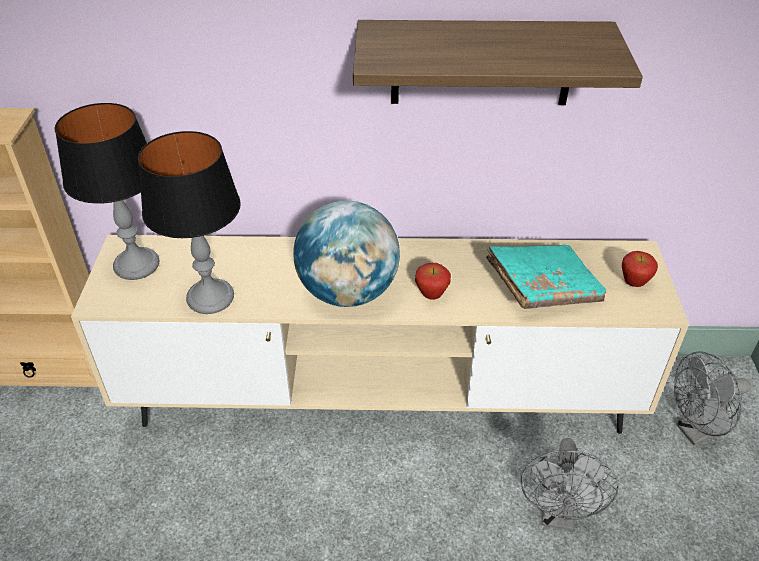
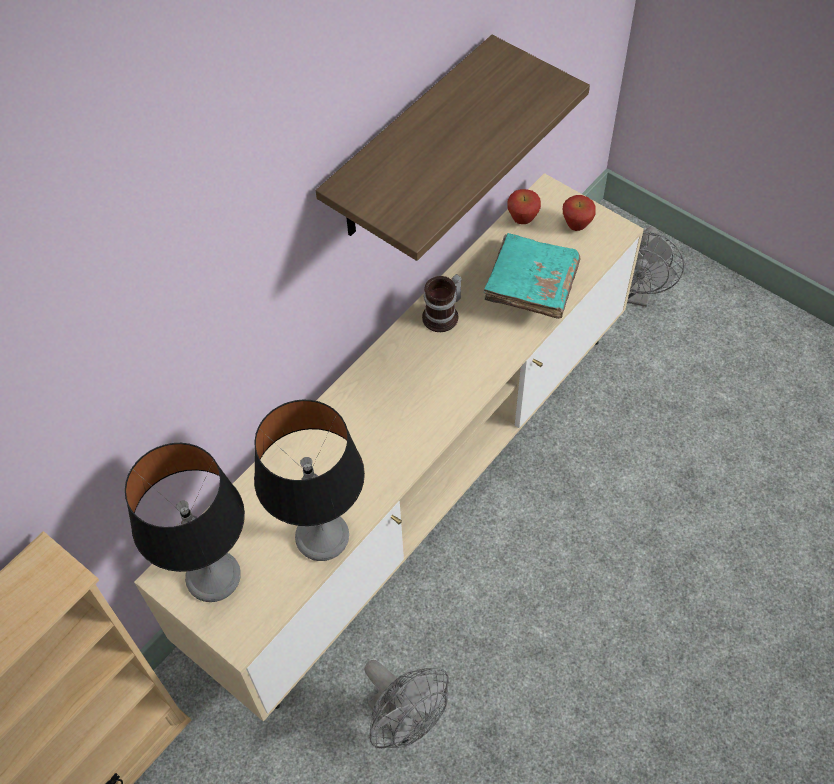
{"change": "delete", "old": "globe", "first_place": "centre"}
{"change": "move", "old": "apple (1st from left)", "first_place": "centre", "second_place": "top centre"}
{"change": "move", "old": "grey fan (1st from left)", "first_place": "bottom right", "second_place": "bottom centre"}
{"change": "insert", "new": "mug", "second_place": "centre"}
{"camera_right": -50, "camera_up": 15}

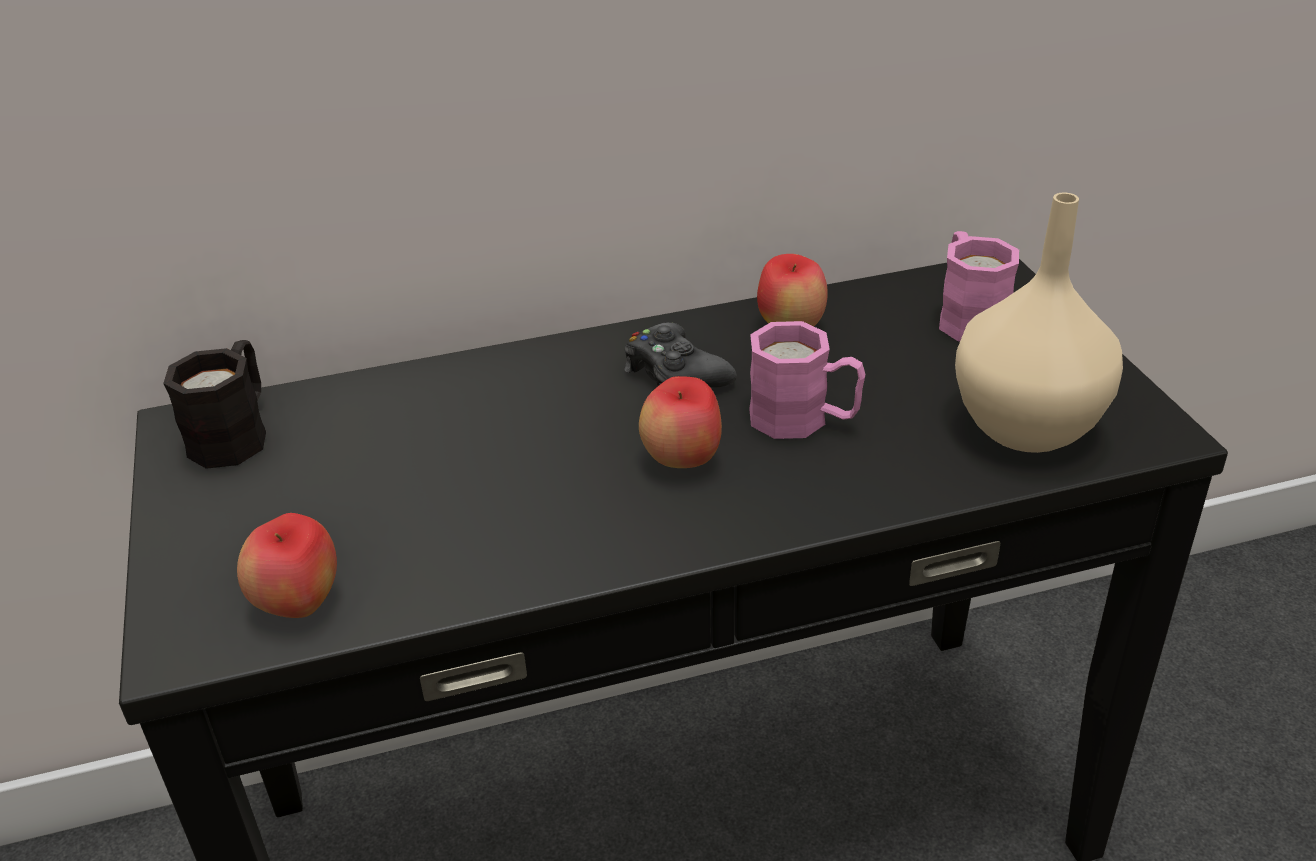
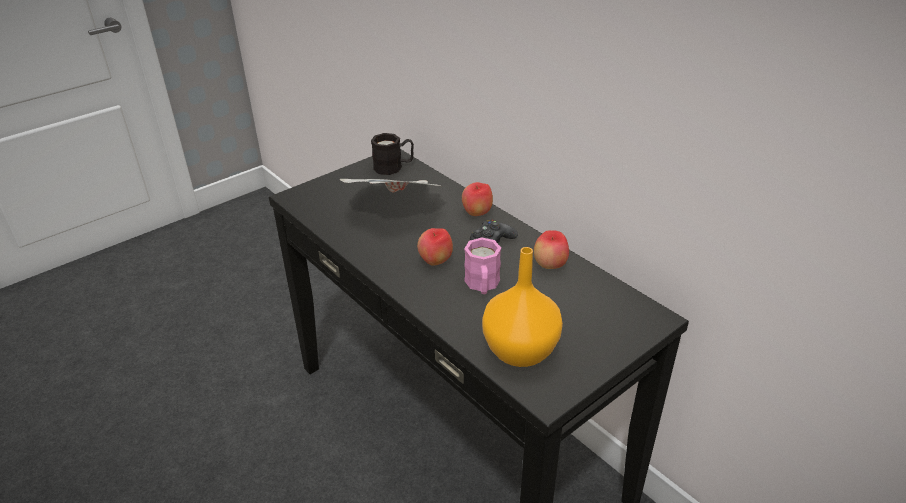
{"change": "recolor", "old": "beige vase", "new": "orange vase", "first_place": "middle right", "second_place": "centre"}
{"change": "delete", "old": "pink mug (2nd from left)", "first_place": "top right"}
{"change": "move", "old": "apple (1st from left in the first image)", "new": "apple (2nd from left)", "first_place": "middle left", "second_place": "centre"}
{"change": "insert", "new": "newspaper", "second_place": "centre"}
{"camera_right": 65, "camera_up": 0}

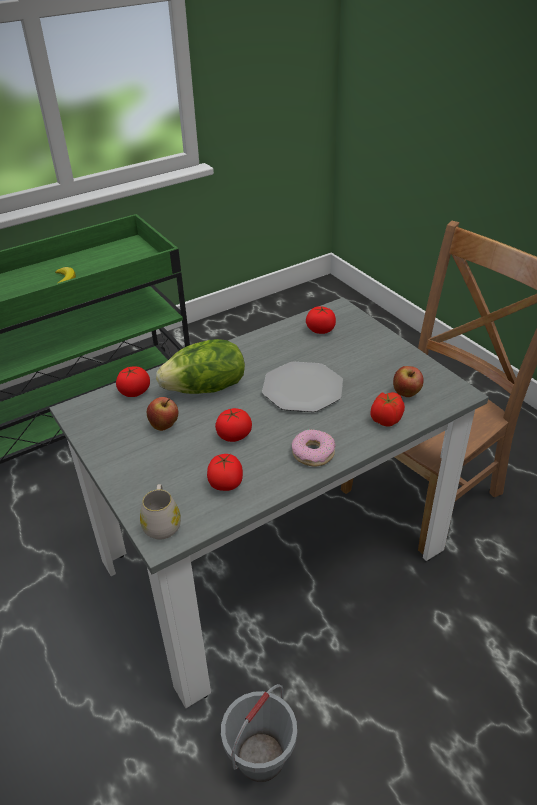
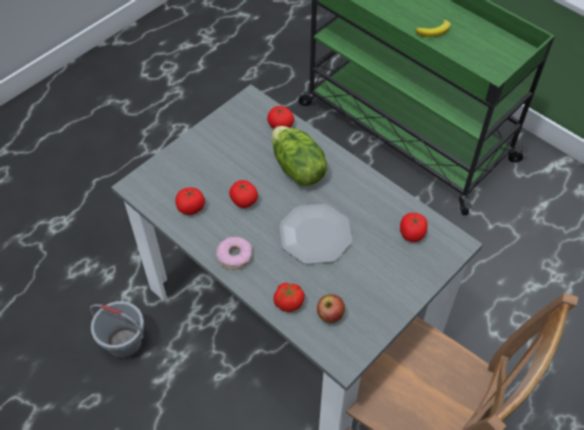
{"change": "delete", "old": "apple (1st from left)", "first_place": "middle left"}
{"change": "delete", "old": "white mug", "first_place": "middle left"}
{"camera_right": 75, "camera_up": 15}

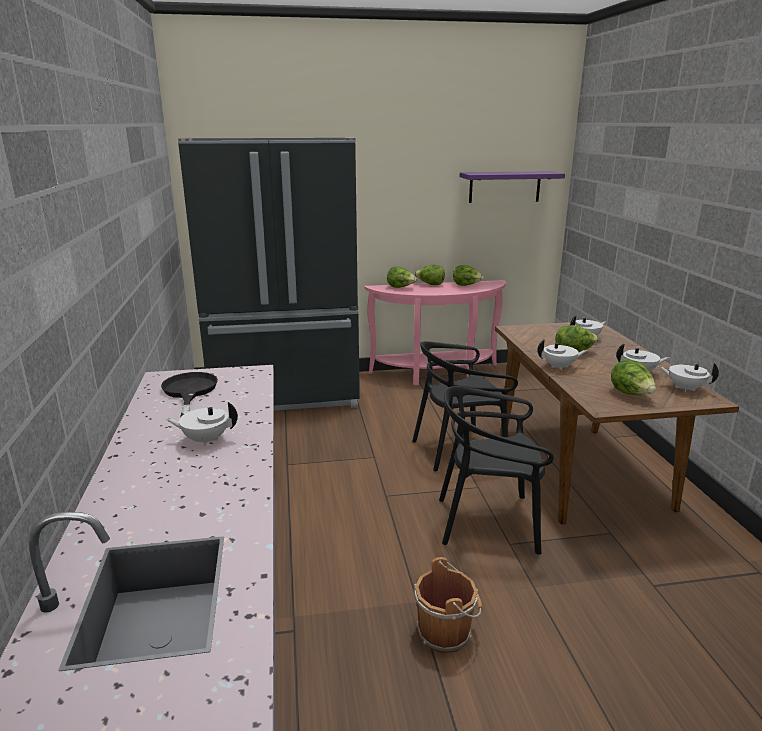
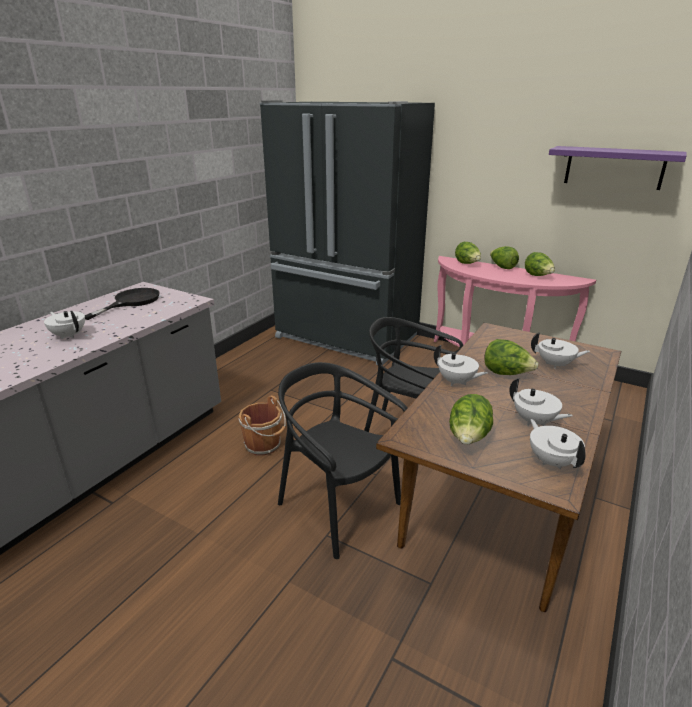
{"change": "move", "old": "brown bucket", "first_place": "bottom centre", "second_place": "centre"}
{"camera_right": 40, "camera_up": 5}

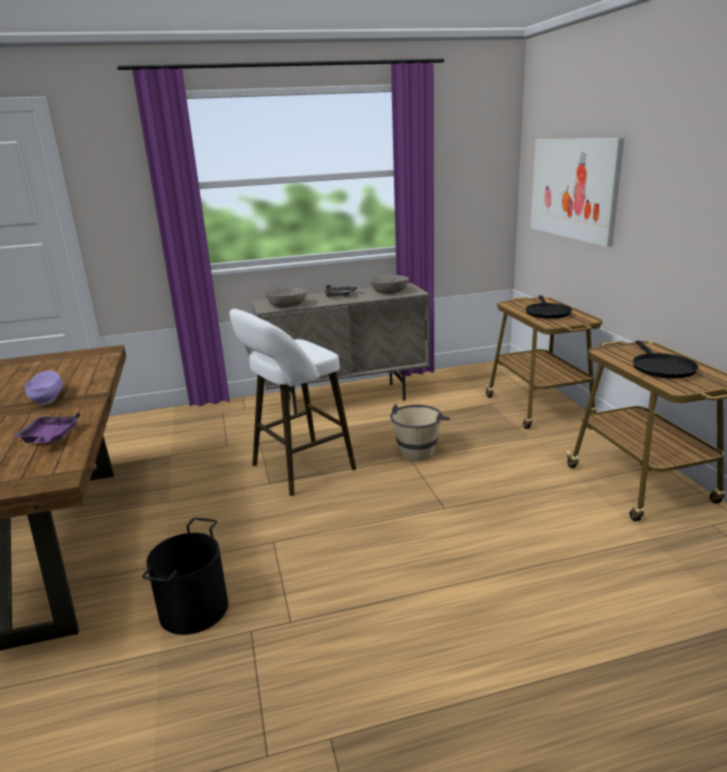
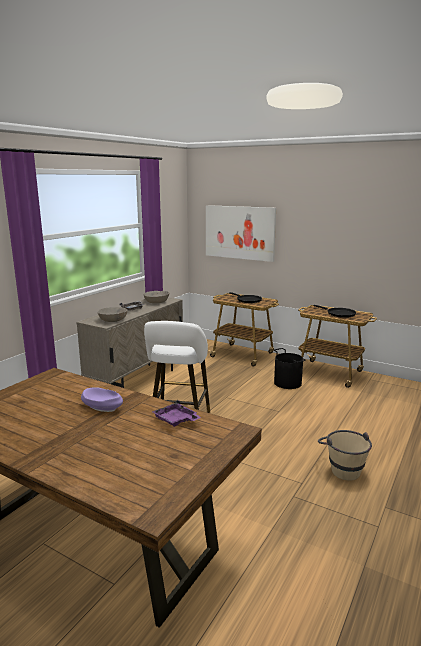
{"change": "move", "old": "beige bucket", "first_place": "centre", "second_place": "bottom right"}
{"change": "move", "old": "black bucket", "first_place": "bottom left", "second_place": "middle right"}
{"camera_right": -45, "camera_up": -5}

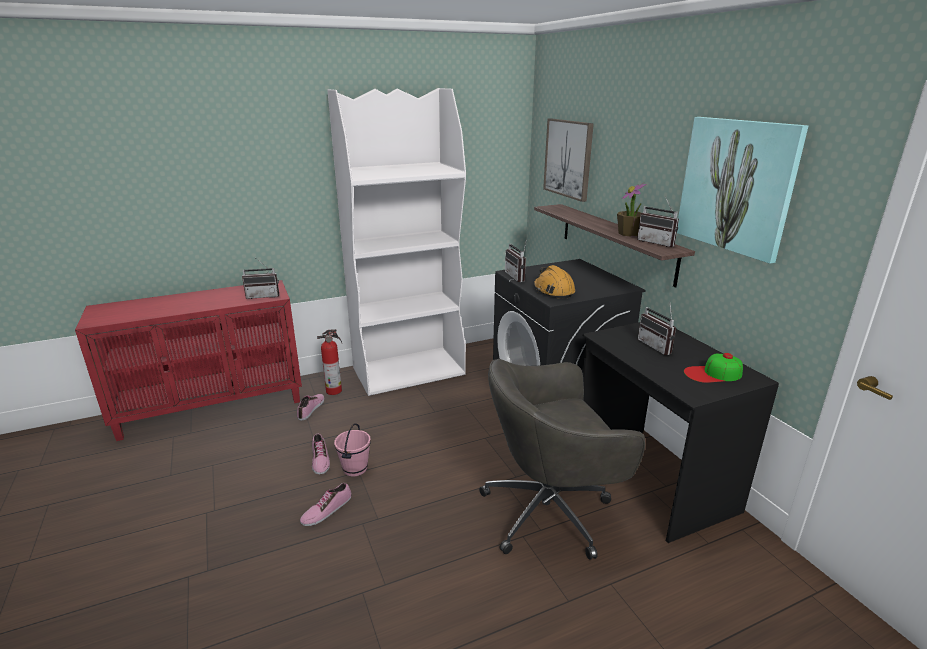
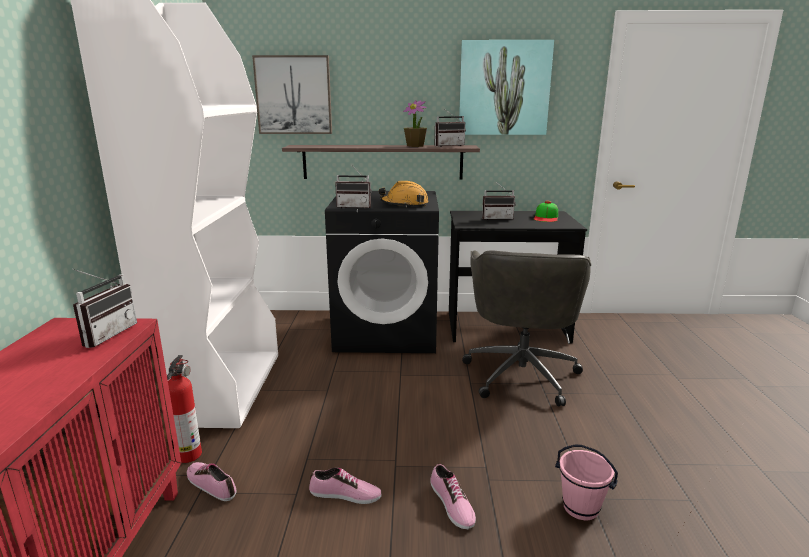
{"change": "move", "old": "pink bucket", "first_place": "bottom centre", "second_place": "bottom right"}
{"camera_right": -65, "camera_up": -5}

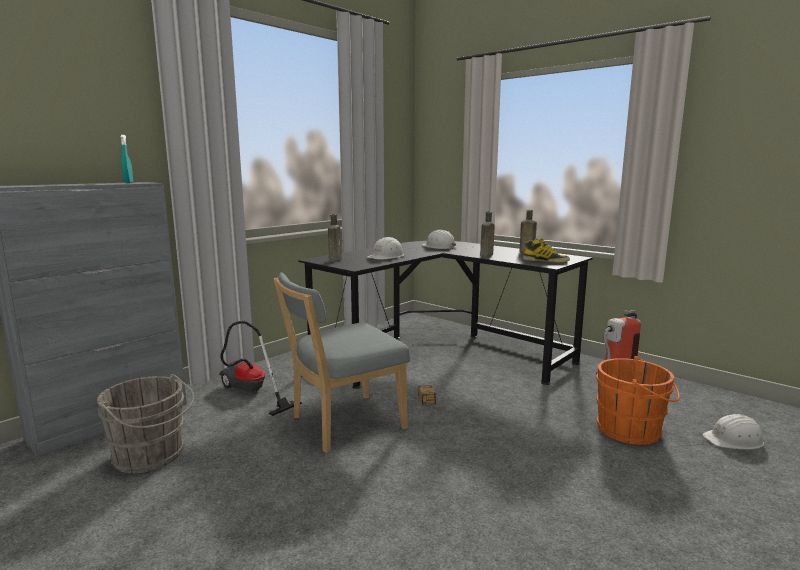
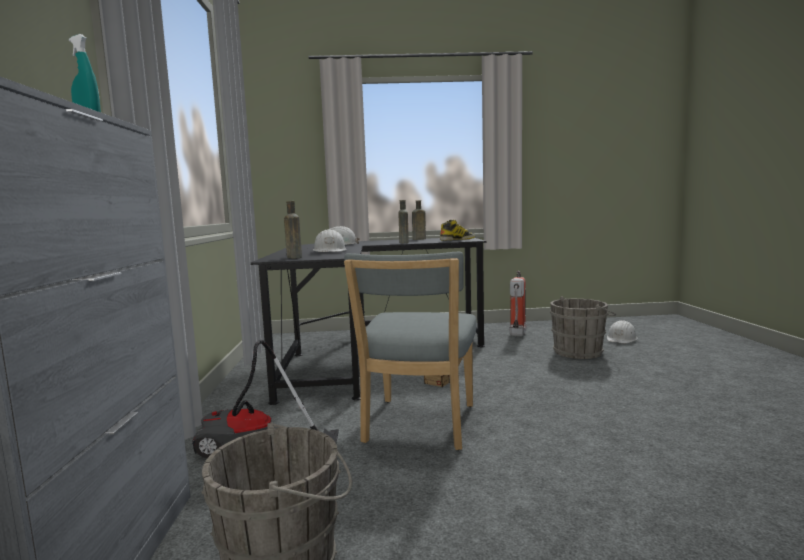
{"change": "recolor", "old": "orange bucket", "new": "grey bucket (2nd from left)", "first_place": "bottom right", "second_place": "middle right"}
{"camera_right": -45, "camera_up": -5}

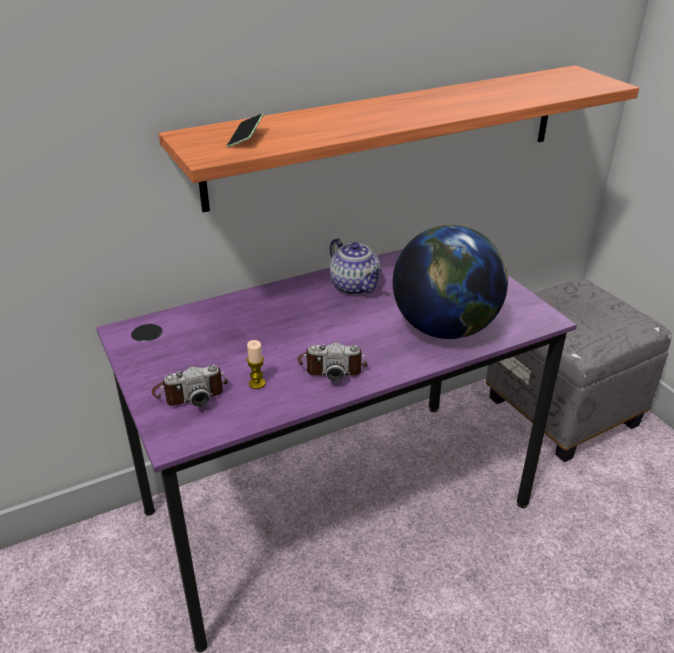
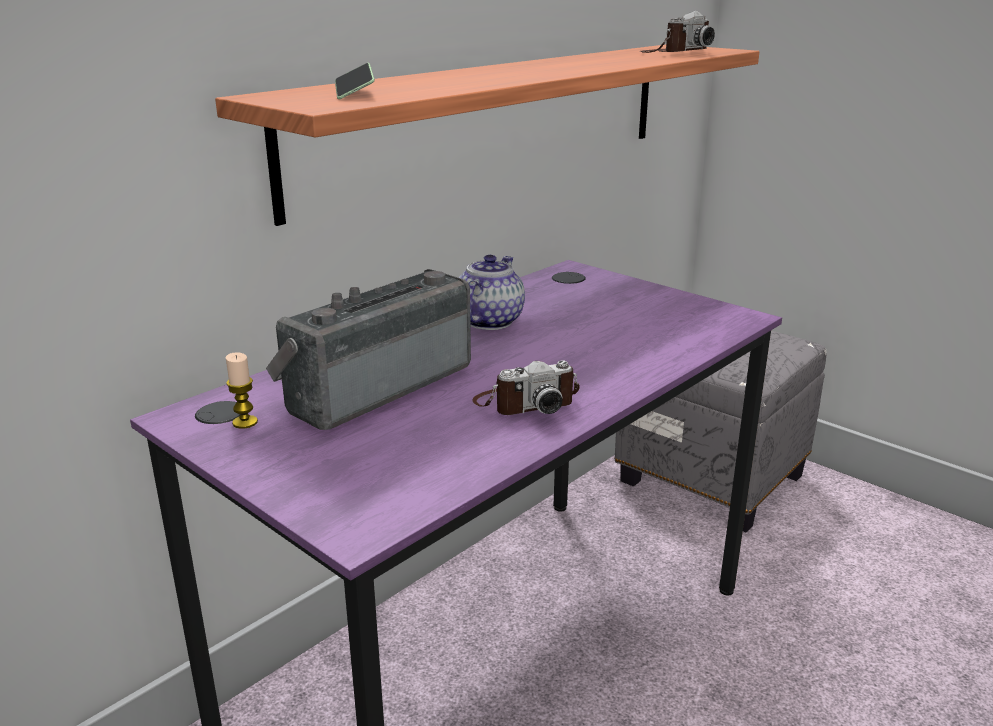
{"change": "delete", "old": "globe", "first_place": "middle right"}
{"change": "rotate", "old": "teapot", "first_place": "centre", "second_place": "centre", "degrees": -105}
{"change": "move", "old": "candle", "first_place": "centre", "second_place": "middle left"}
{"change": "move", "old": "photo camera (1st from left in the first image)", "new": "photo camera (2nd from left)", "first_place": "middle left", "second_place": "top right"}
{"change": "insert", "new": "radio", "second_place": "centre"}
{"camera_right": -20, "camera_up": -10}

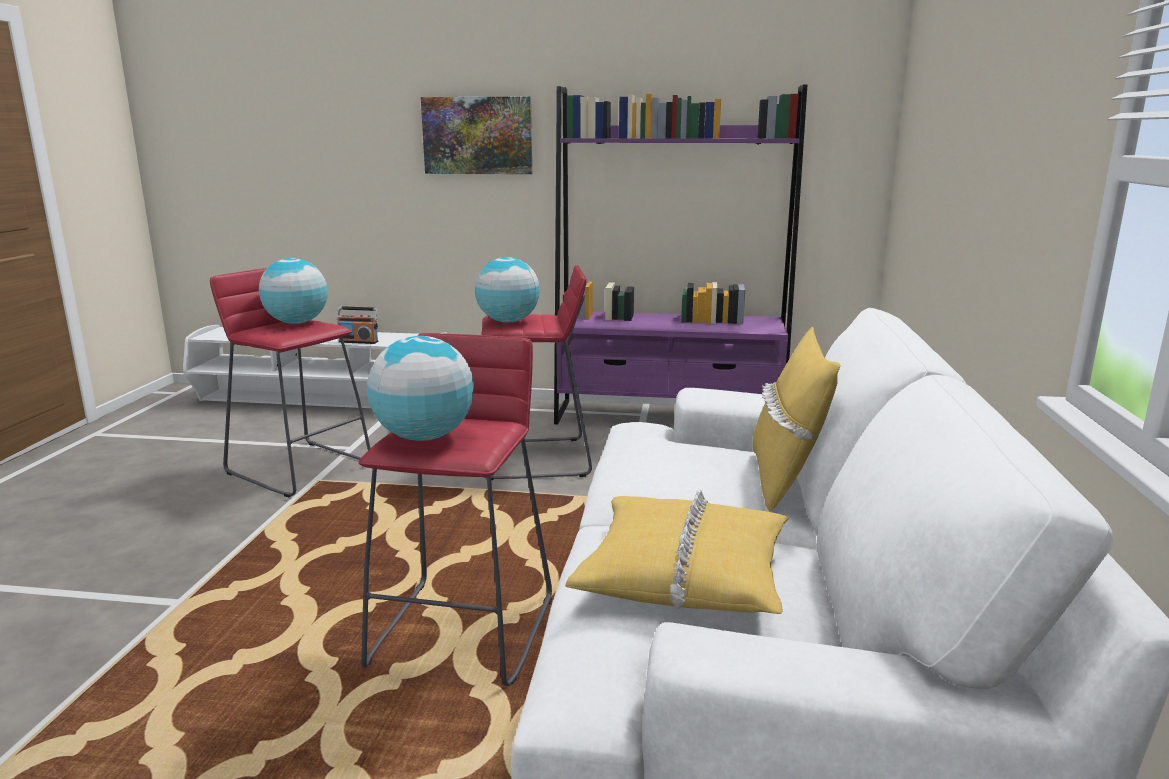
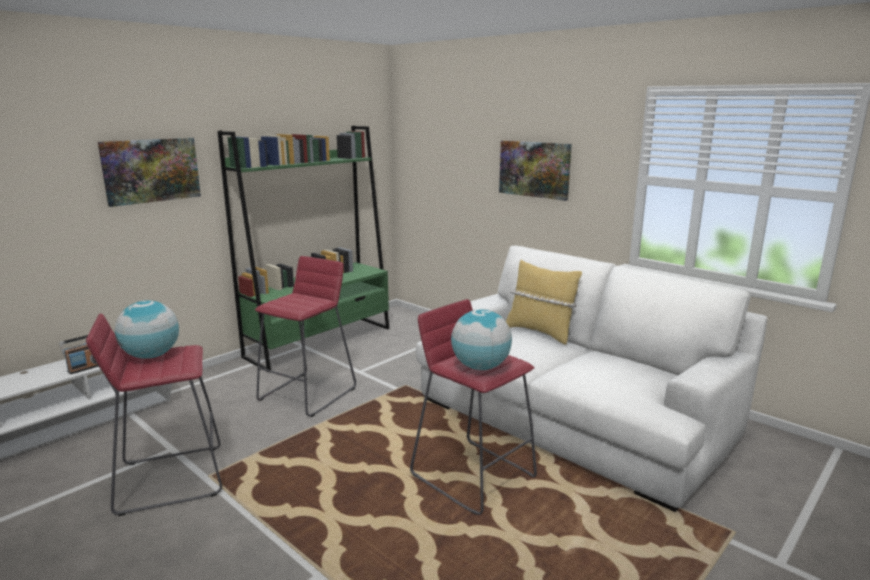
{"change": "recolor", "old": "purple bookcase", "new": "green bookcase", "first_place": "top centre", "second_place": "centre"}
{"change": "delete", "old": "globe (3rd from left)", "first_place": "centre"}
{"change": "delete", "old": "yellow pillow (1st from left)", "first_place": "bottom centre"}
{"change": "insert", "new": "picture (2nd from left)", "second_place": "top centre"}
{"camera_right": -55, "camera_up": 0}

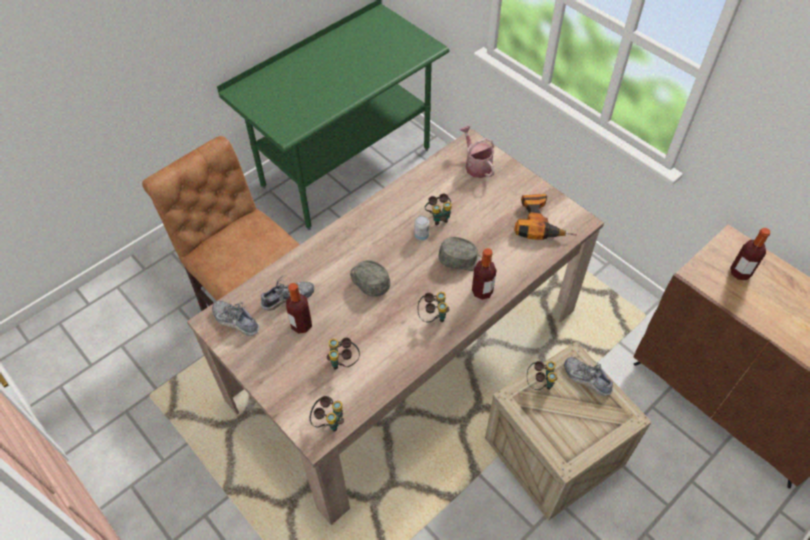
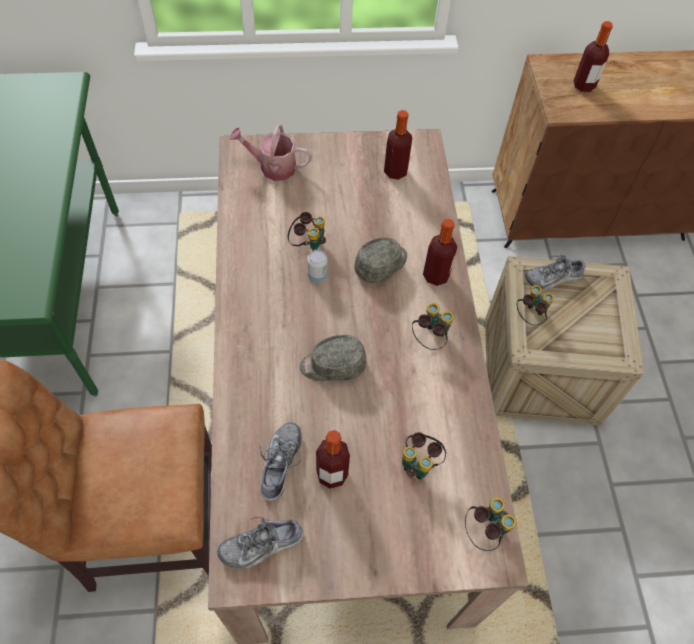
{"change": "replace", "old": "power drill", "new": "bottle (2nd from left)", "first_place": "middle right", "second_place": "top centre"}
{"camera_right": -55, "camera_up": 5}

